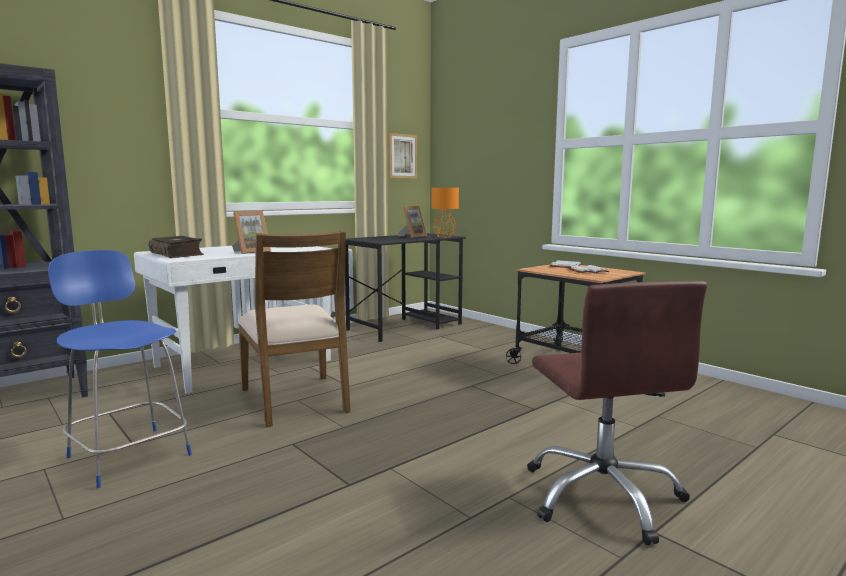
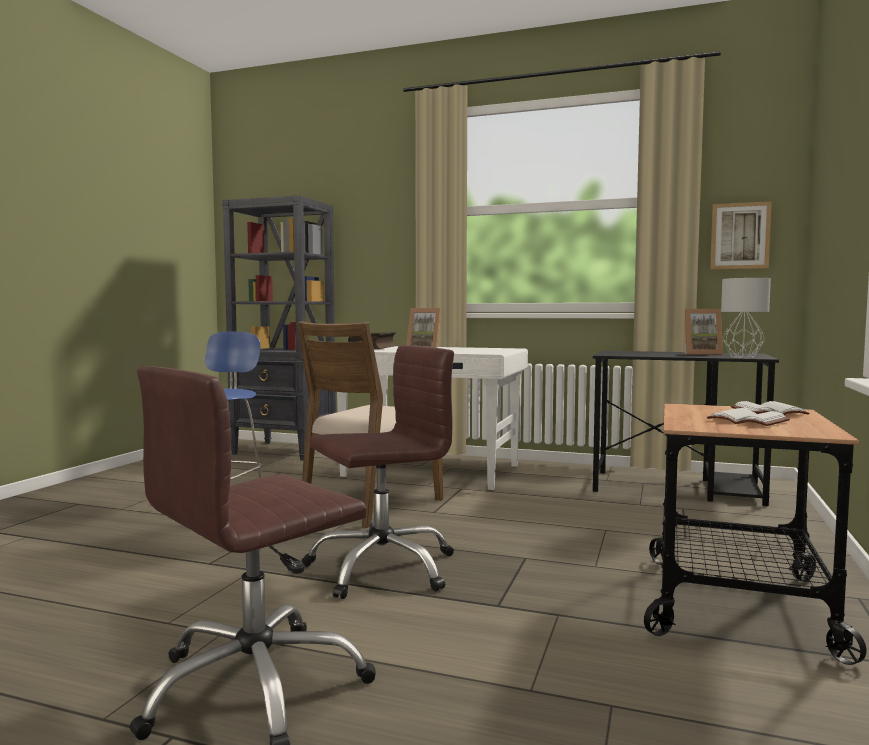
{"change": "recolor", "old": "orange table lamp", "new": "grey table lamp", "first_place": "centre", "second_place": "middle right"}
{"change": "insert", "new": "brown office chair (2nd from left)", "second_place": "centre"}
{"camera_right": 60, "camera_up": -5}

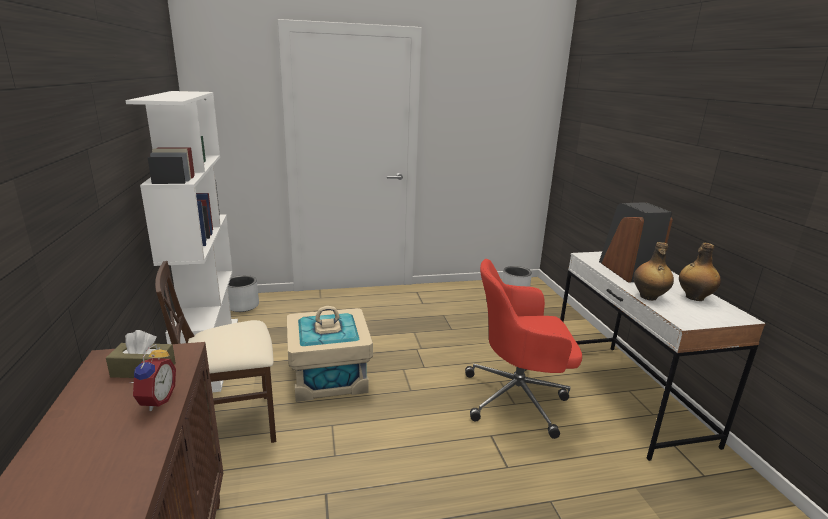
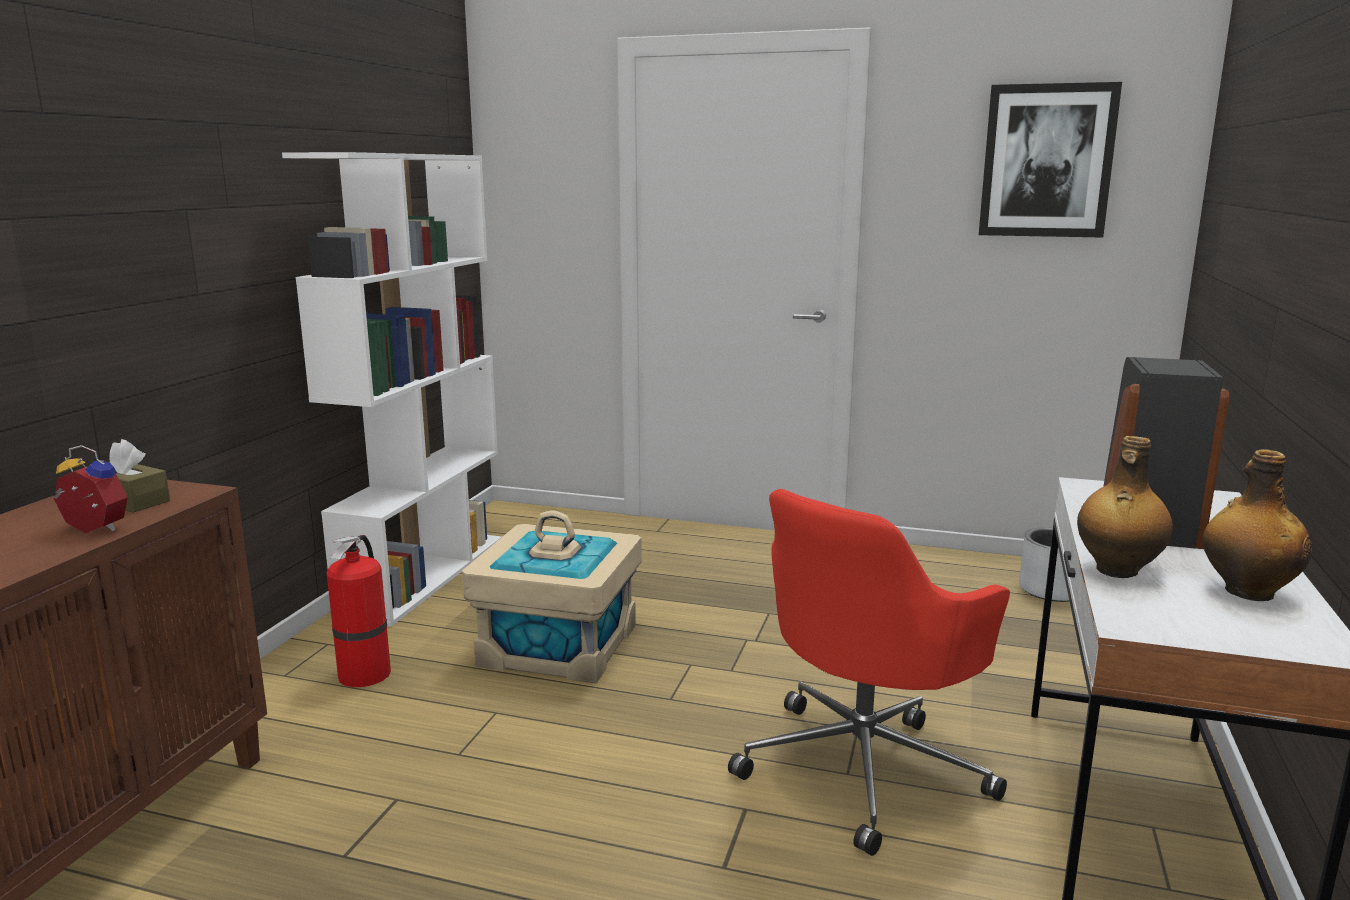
{"change": "rotate", "old": "red office chair", "first_place": "bottom centre", "second_place": "bottom centre", "degrees": -75}
{"change": "replace", "old": "beige chair", "new": "fire extinguisher", "first_place": "bottom left", "second_place": "bottom left"}
{"change": "delete", "old": "grey planter (1st from left)", "first_place": "middle left"}
{"change": "rotate", "old": "alarm clock", "first_place": "bottom left", "second_place": "middle left", "degrees": -105}
{"change": "insert", "new": "picture", "second_place": "top right"}
{"camera_right": 30, "camera_up": -5}

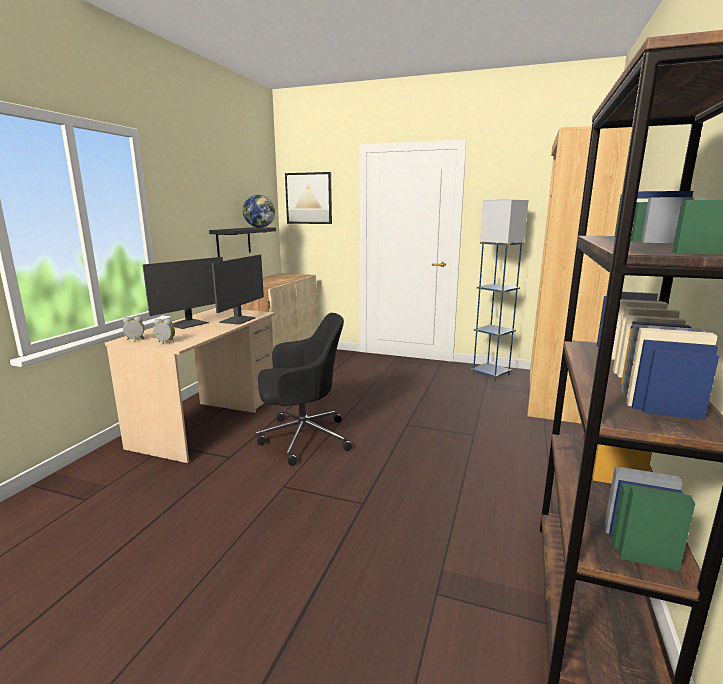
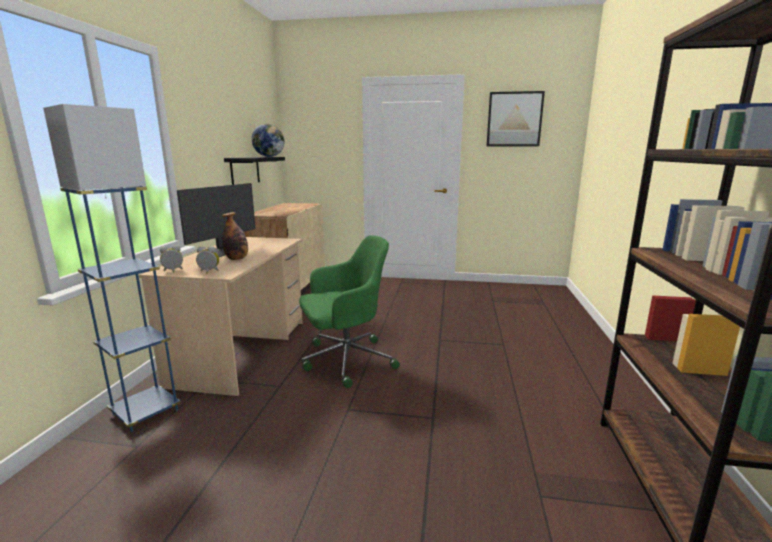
{"change": "delete", "old": "brown bookcase (1st from left)", "first_place": "middle right"}
{"change": "move", "old": "picture", "first_place": "top centre", "second_place": "top right"}
{"change": "move", "old": "blue floor lamp", "first_place": "middle right", "second_place": "middle left"}
{"change": "delete", "old": "monitor (2nd from left)", "first_place": "middle left"}
{"change": "recolor", "old": "black office chair", "new": "green office chair", "first_place": "centre", "second_place": "centre"}
{"change": "insert", "new": "bottle", "second_place": "middle left"}
{"camera_right": -10, "camera_up": 0}

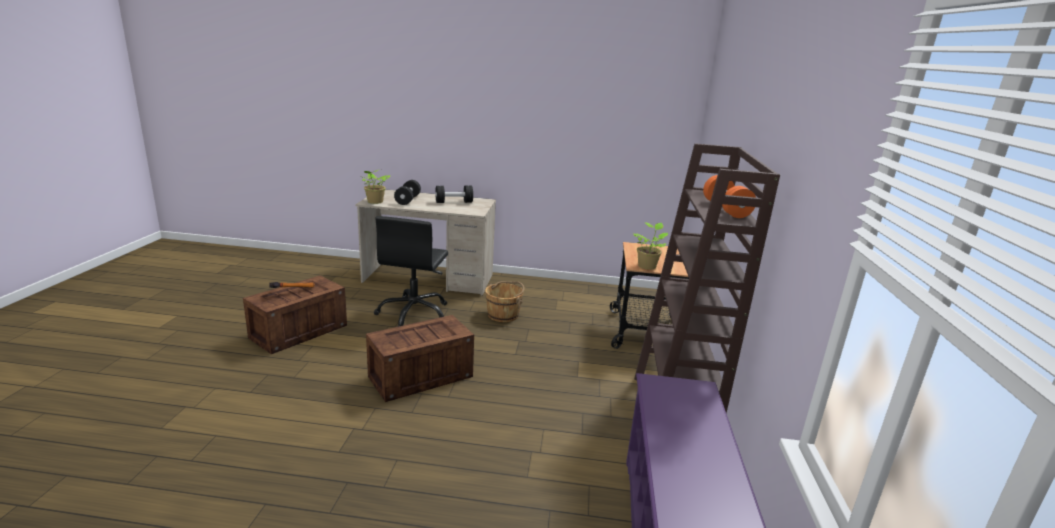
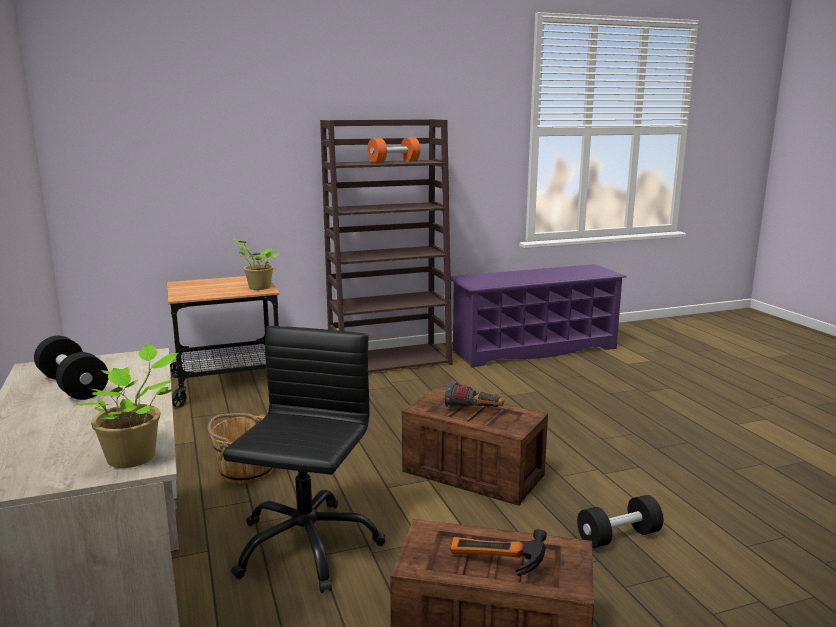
{"change": "move", "old": "black dumbbell (1st from left in the first image)", "new": "black dumbbell (2nd from left)", "first_place": "centre", "second_place": "bottom right"}
{"change": "rotate", "old": "black office chair", "first_place": "centre", "second_place": "bottom centre", "degrees": -60}
{"change": "insert", "new": "flashlight", "second_place": "centre"}
{"camera_right": -115, "camera_up": -5}

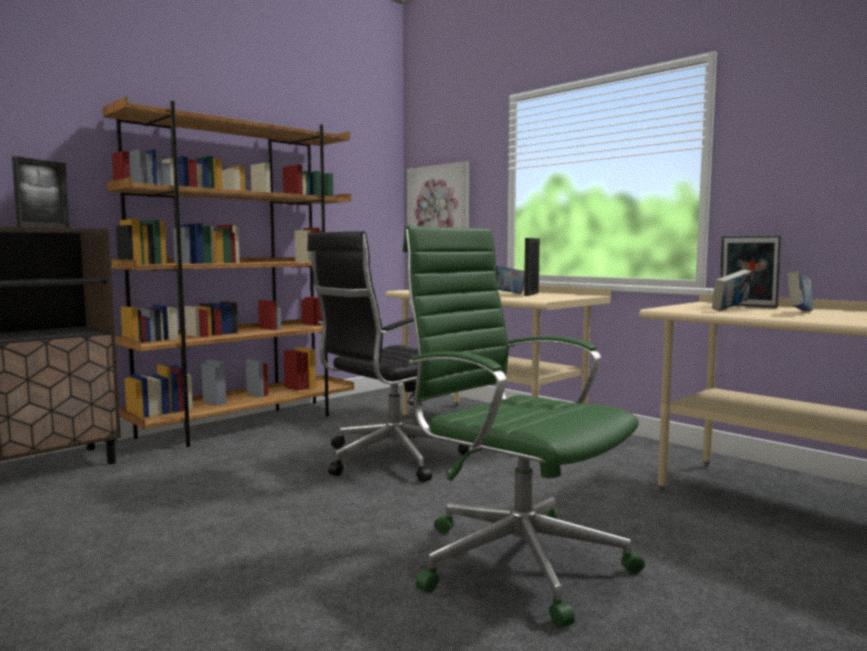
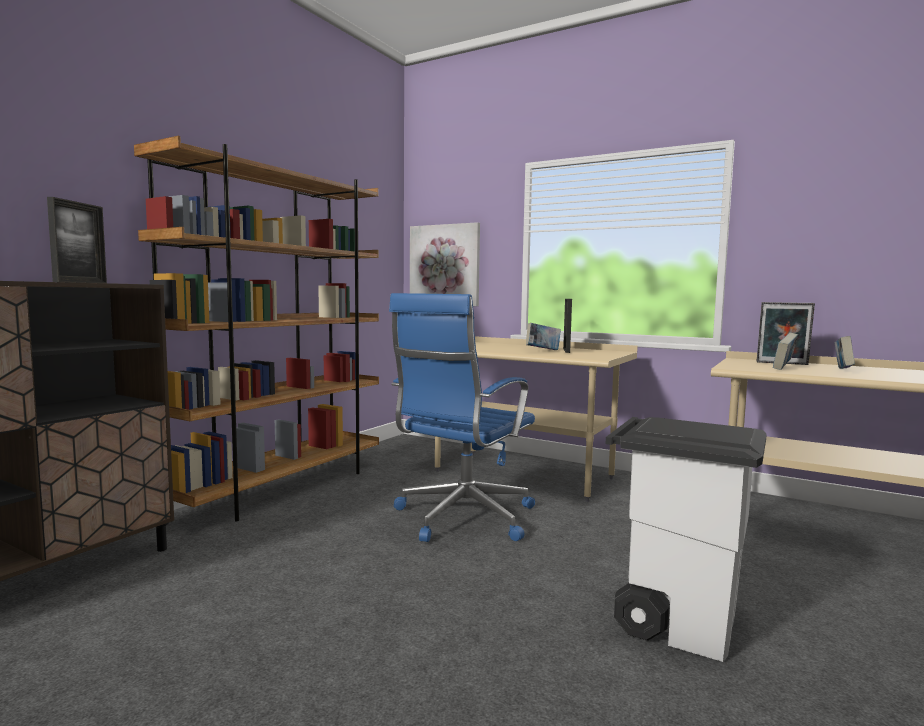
{"change": "replace", "old": "green office chair", "new": "white trash can", "first_place": "centre", "second_place": "bottom right"}
{"change": "recolor", "old": "black office chair", "new": "blue office chair", "first_place": "centre", "second_place": "centre"}
{"camera_right": -15, "camera_up": 0}

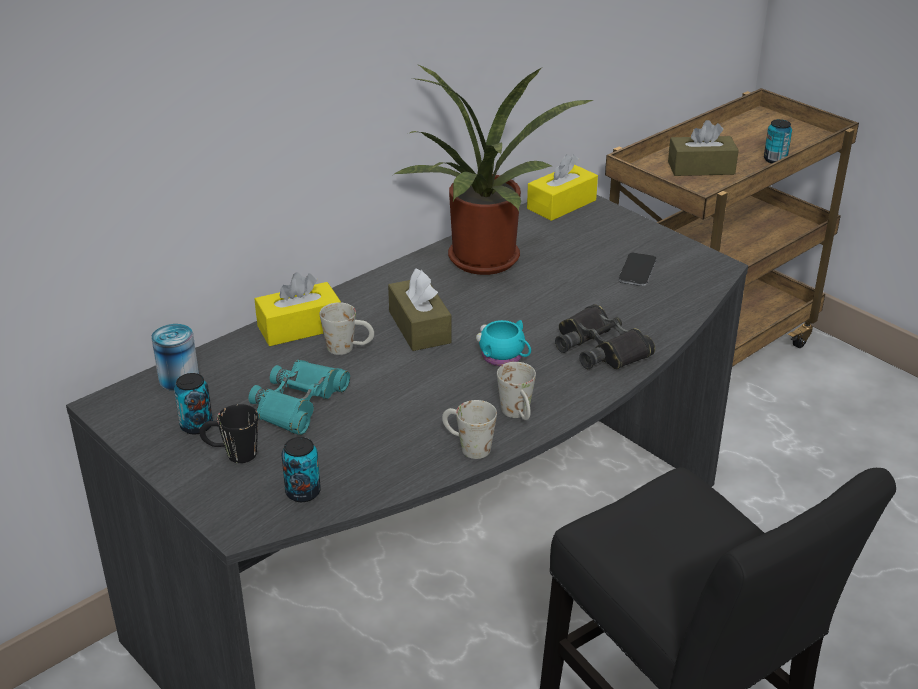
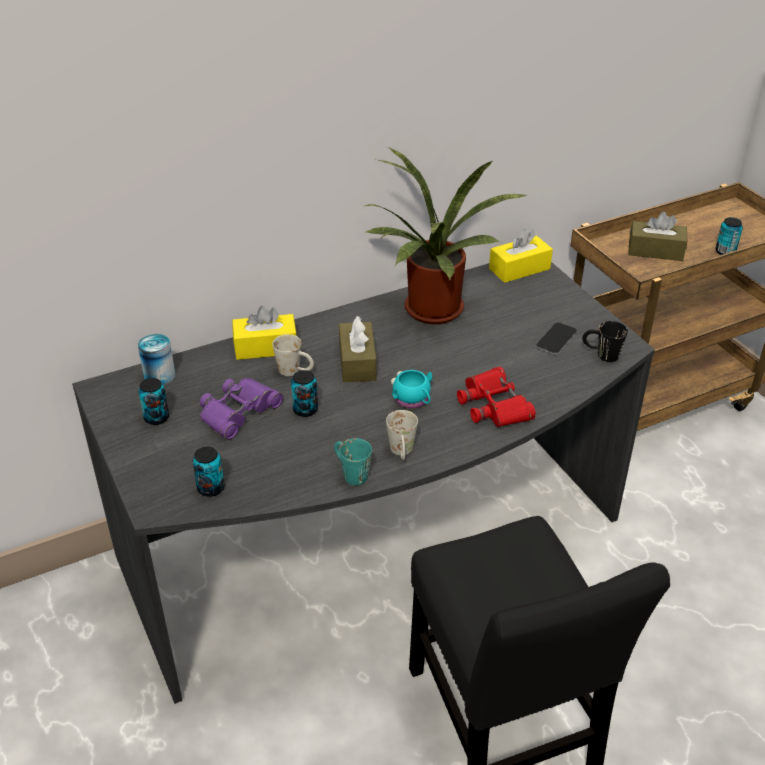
{"change": "recolor", "old": "black binoculars", "new": "red binoculars", "first_place": "centre", "second_place": "centre"}
{"change": "recolor", "old": "turquoise binoculars", "new": "purple binoculars", "first_place": "middle left", "second_place": "middle left"}
{"change": "recolor", "old": "white mug (2nd from left)", "new": "turquoise mug (1st from left)", "first_place": "centre", "second_place": "centre"}
{"change": "move", "old": "black mug", "first_place": "middle left", "second_place": "middle right"}
{"change": "insert", "new": "can (4th from left)", "second_place": "centre"}
{"camera_right": 15, "camera_up": 5}

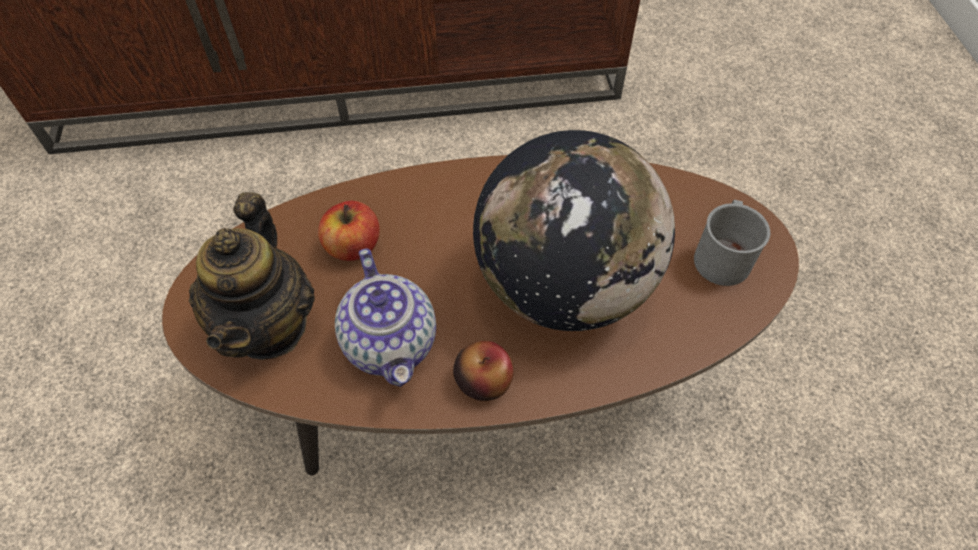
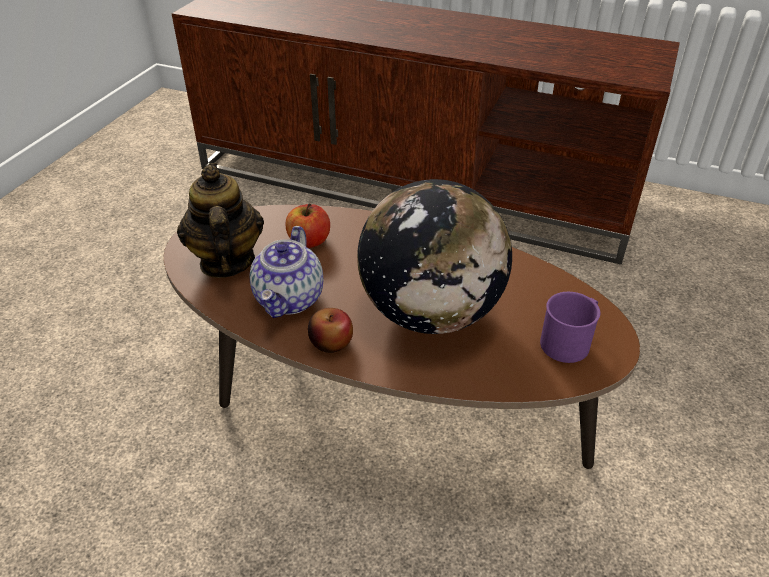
{"change": "rotate", "old": "teapot (1st from left)", "first_place": "middle left", "second_place": "middle left", "degrees": 135}
{"change": "recolor", "old": "grey mug", "new": "purple mug", "first_place": "middle right", "second_place": "middle right"}
{"camera_right": 30, "camera_up": -15}

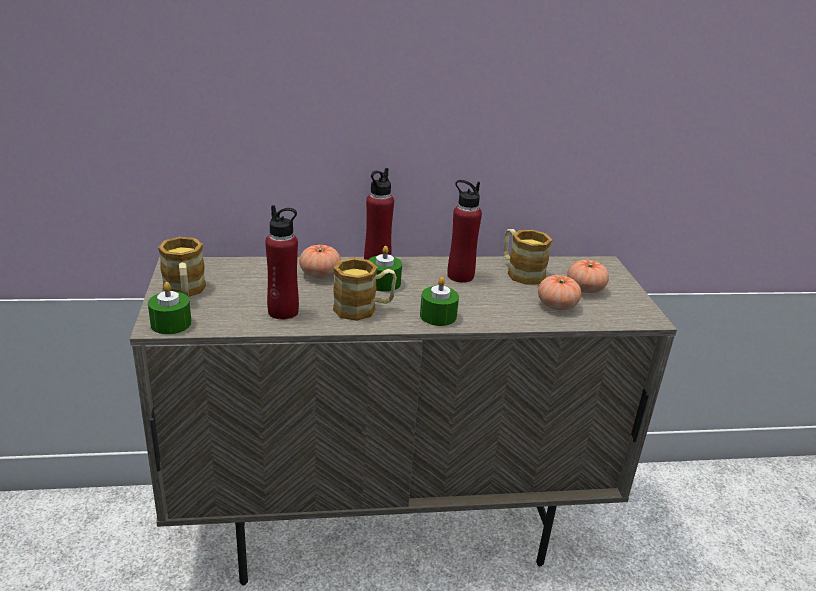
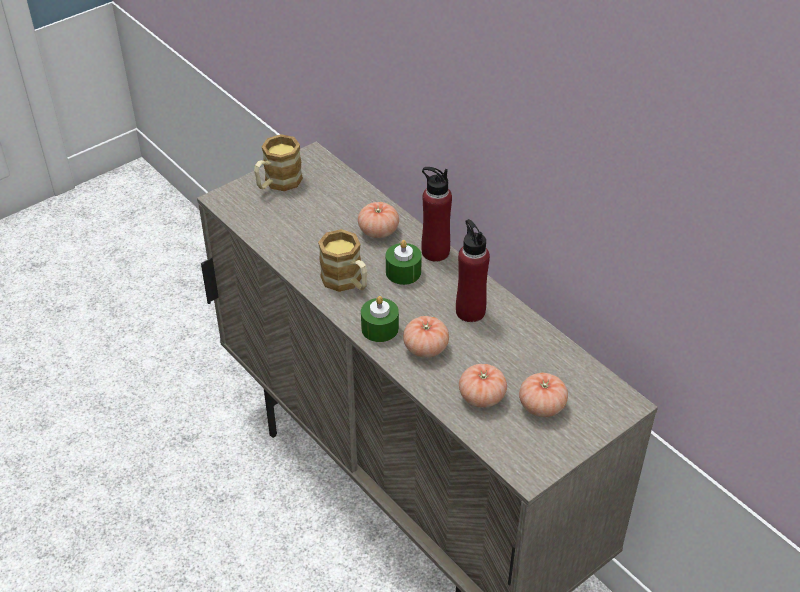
{"change": "delete", "old": "red bottle (1st from left)", "first_place": "centre"}
{"change": "delete", "old": "mug (3rd from left)", "first_place": "centre"}
{"change": "delete", "old": "green candle (1st from left)", "first_place": "middle left"}
{"change": "insert", "new": "tomato (2nd from left)", "second_place": "centre"}
{"camera_right": 60, "camera_up": 15}

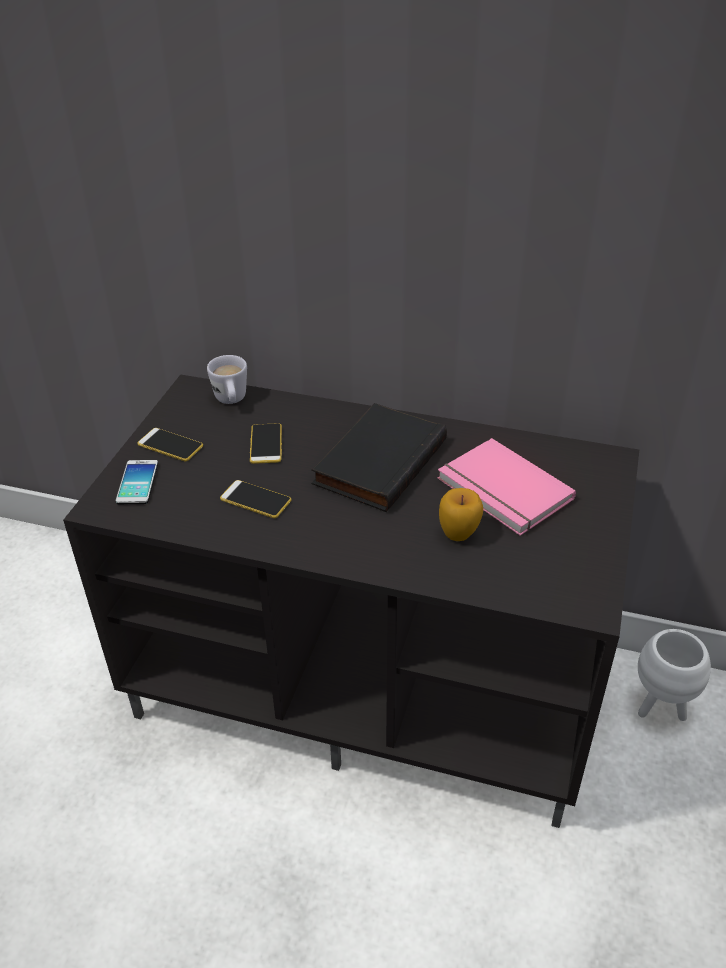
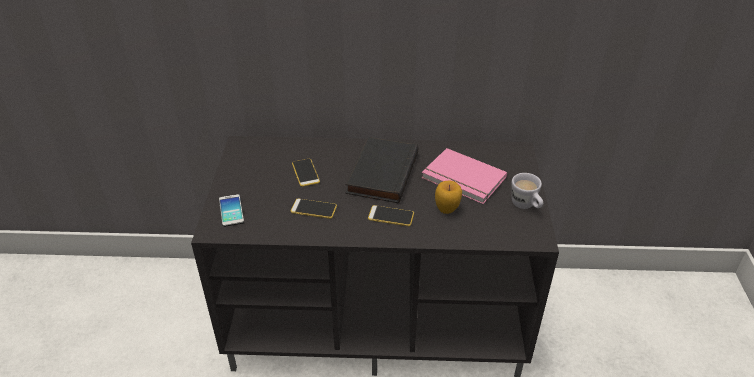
{"change": "move", "old": "white mug", "first_place": "middle left", "second_place": "middle right"}
{"change": "move", "old": "phone (2nd from left in the first image)", "new": "phone (4th from left)", "first_place": "middle left", "second_place": "centre"}
{"change": "delete", "old": "white planter", "first_place": "bottom right"}
{"camera_right": -15, "camera_up": 0}

